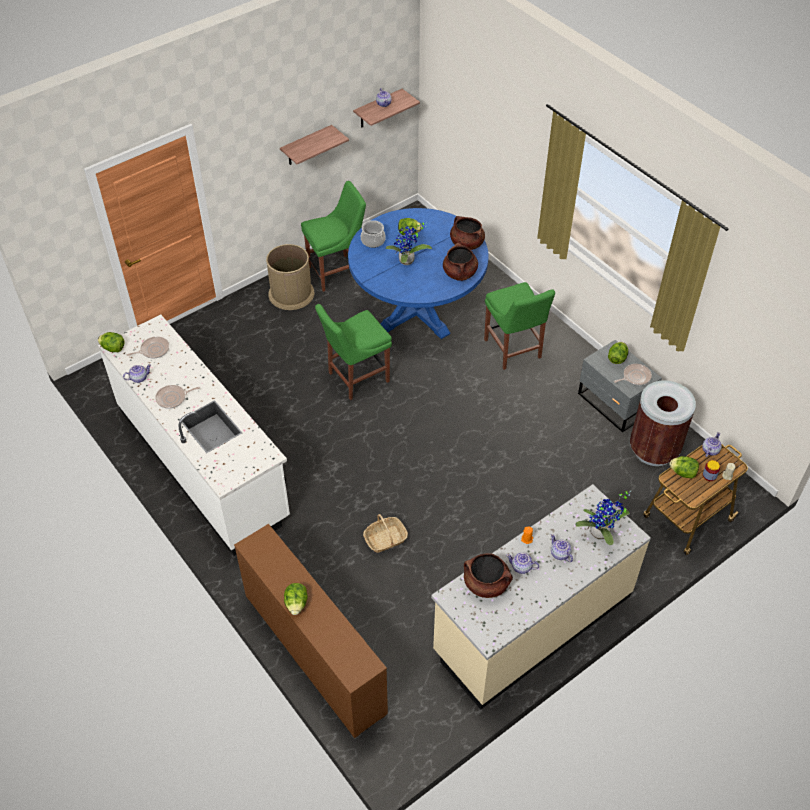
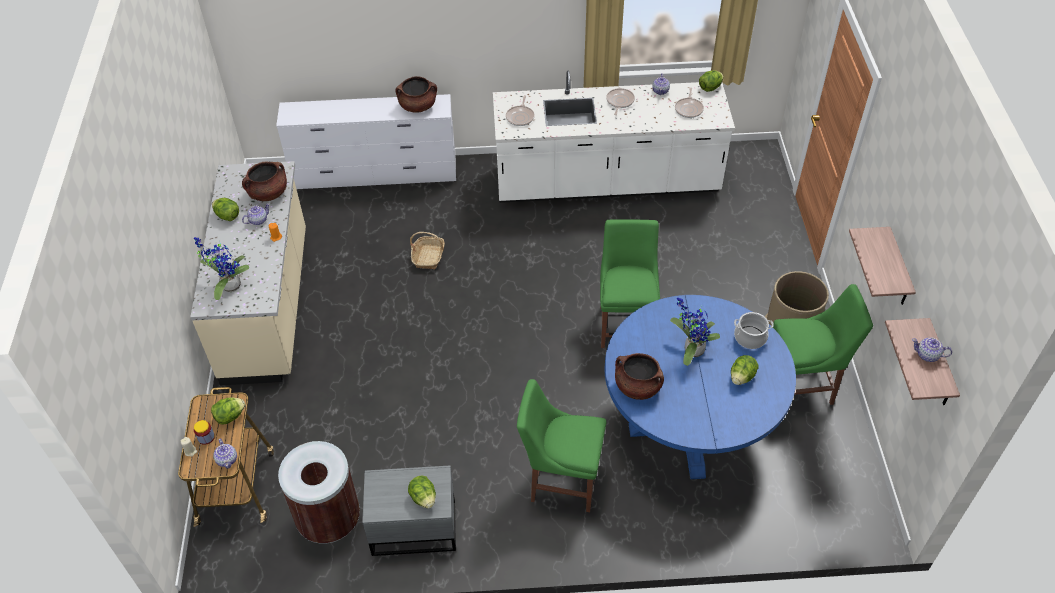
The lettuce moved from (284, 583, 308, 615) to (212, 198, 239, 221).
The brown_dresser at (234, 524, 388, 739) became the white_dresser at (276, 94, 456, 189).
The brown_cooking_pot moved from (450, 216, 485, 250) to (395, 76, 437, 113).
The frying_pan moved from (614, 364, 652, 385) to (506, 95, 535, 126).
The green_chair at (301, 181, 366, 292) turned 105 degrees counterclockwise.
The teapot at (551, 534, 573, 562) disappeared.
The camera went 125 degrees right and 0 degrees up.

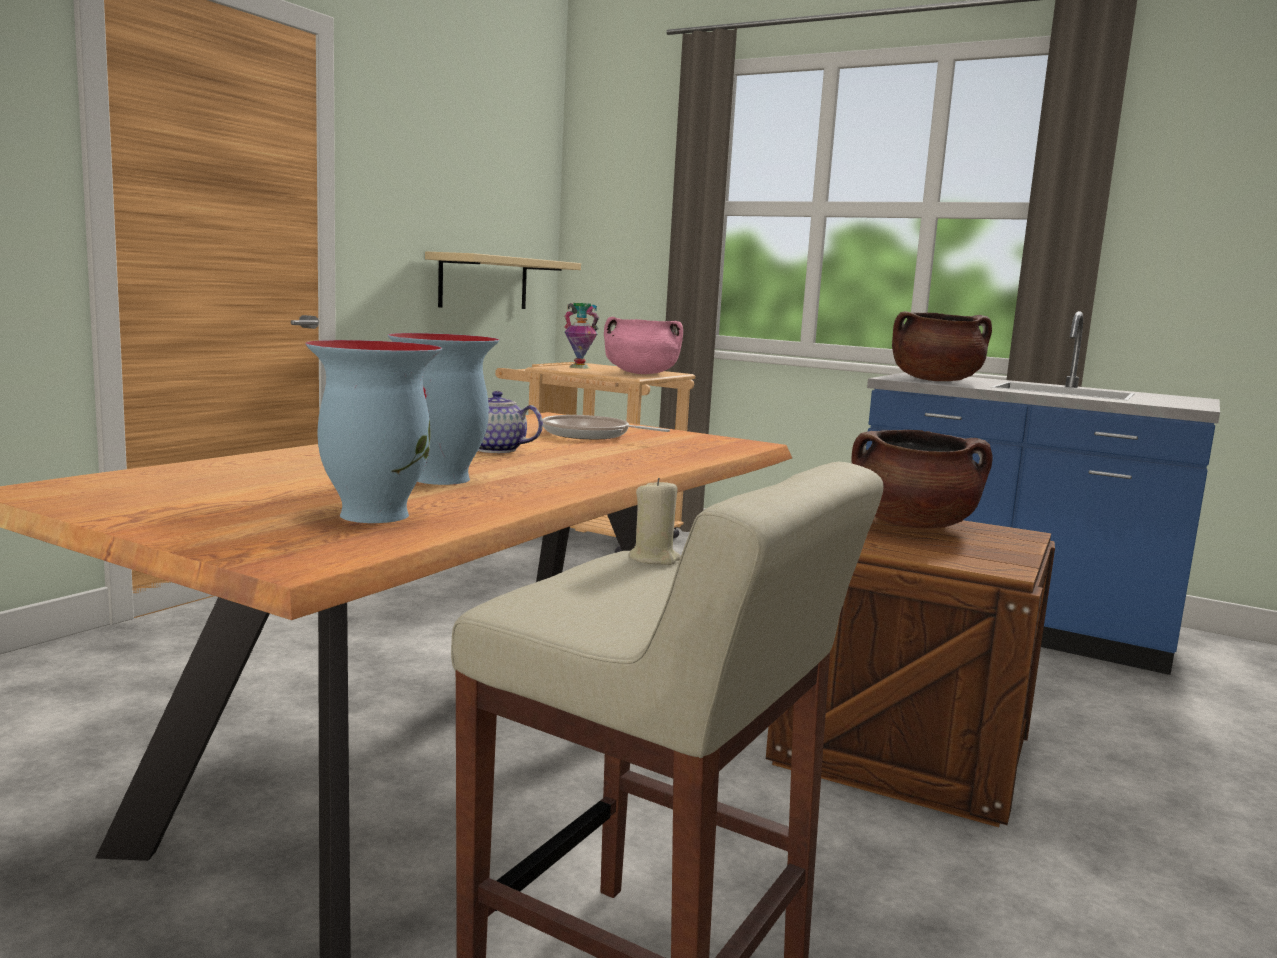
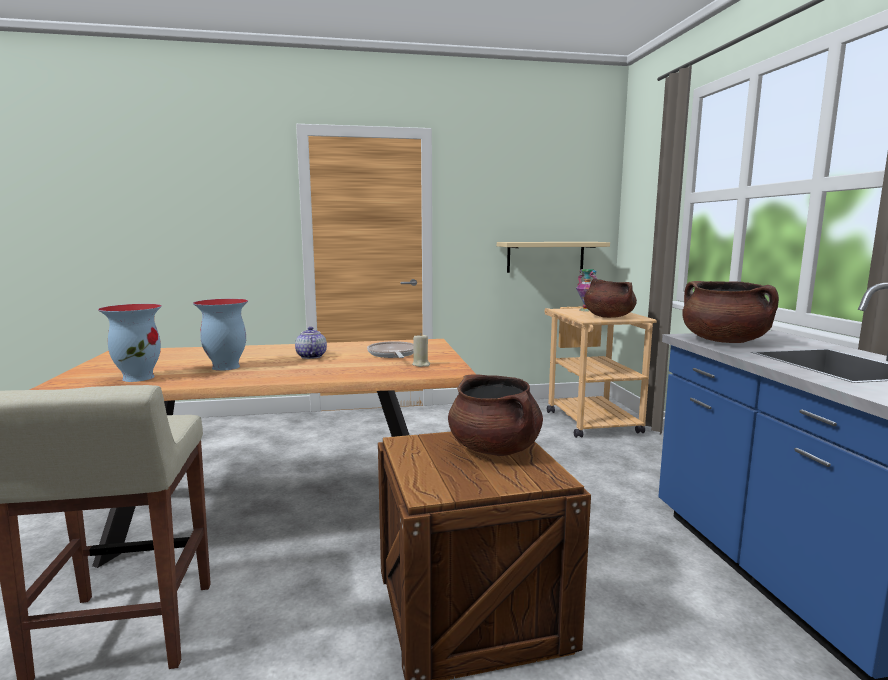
The beige_candle moved from (628, 478, 681, 565) to (412, 335, 430, 367).
The pink_cooking_pot at (604, 317, 683, 374) became the brown_cooking_pot at (584, 279, 637, 318).
The camera went 50 degrees right and 0 degrees up.

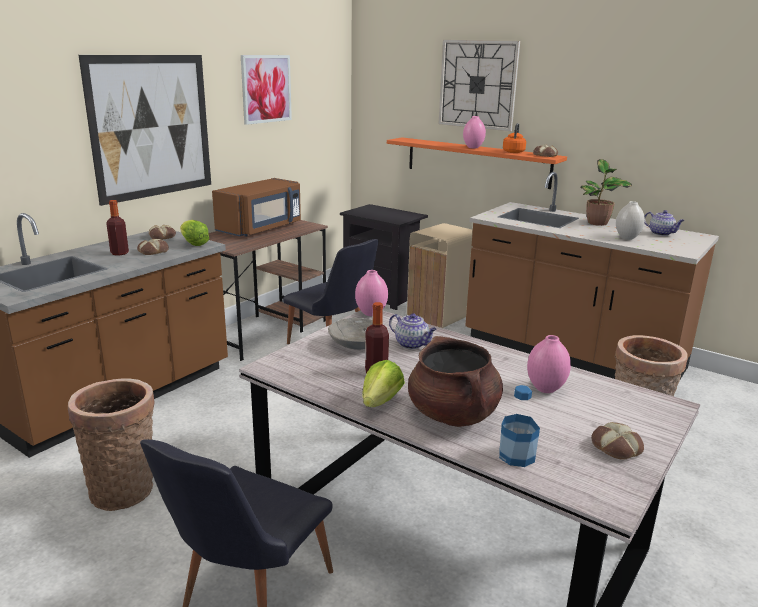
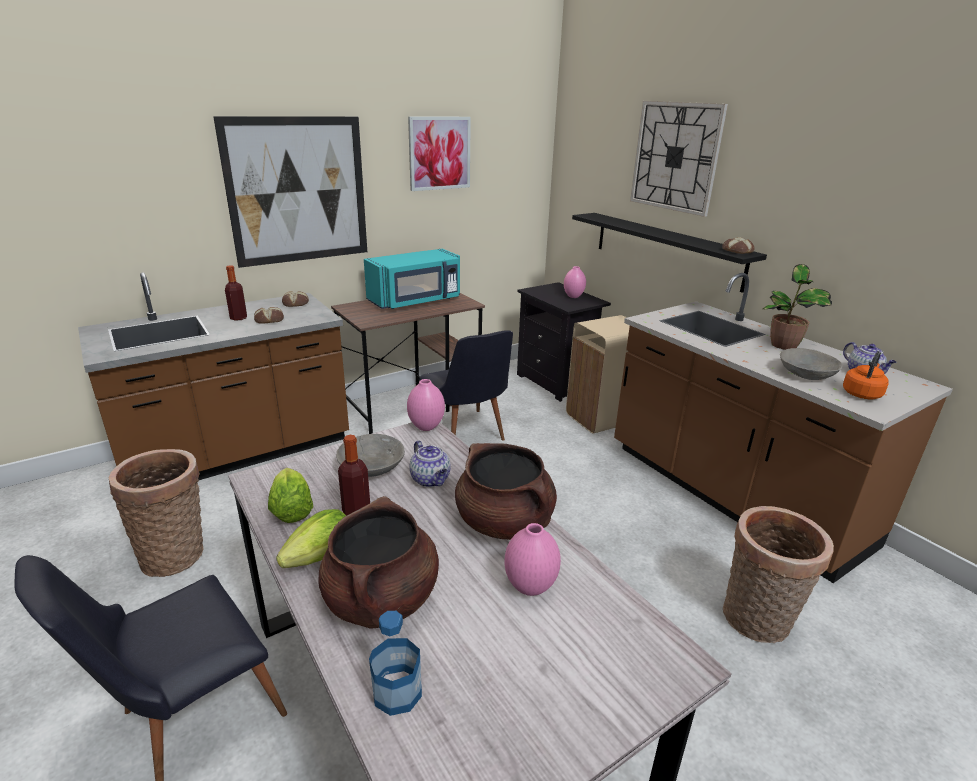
The lettuce moved from (180, 220, 209, 246) to (268, 468, 313, 523).
The brown_microwave at (212, 178, 301, 237) became the turquoise_microwave at (364, 249, 460, 309).
The brown_cooking_pot at (455, 443, 557, 540) appeared.
The pink_vase moved from (463, 116, 486, 148) to (564, 266, 586, 298).
The orange_shelf at (387, 137, 567, 189) became the black_shelf at (572, 213, 767, 293).
The white_vase at (616, 201, 645, 240) was replaced by the grey_bowl at (780, 348, 843, 380).
The orange_kettle moved from (503, 123, 526, 153) to (843, 351, 889, 399).
The bread at (591, 422, 644, 460) disappeared.
The camera went 20 degrees right and 5 degrees up.

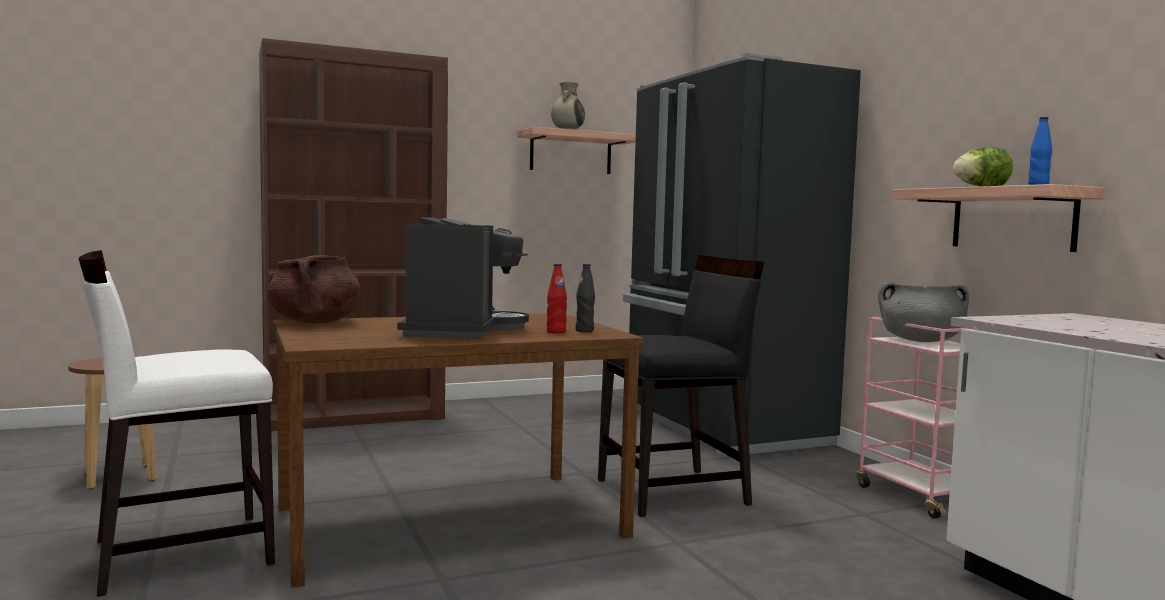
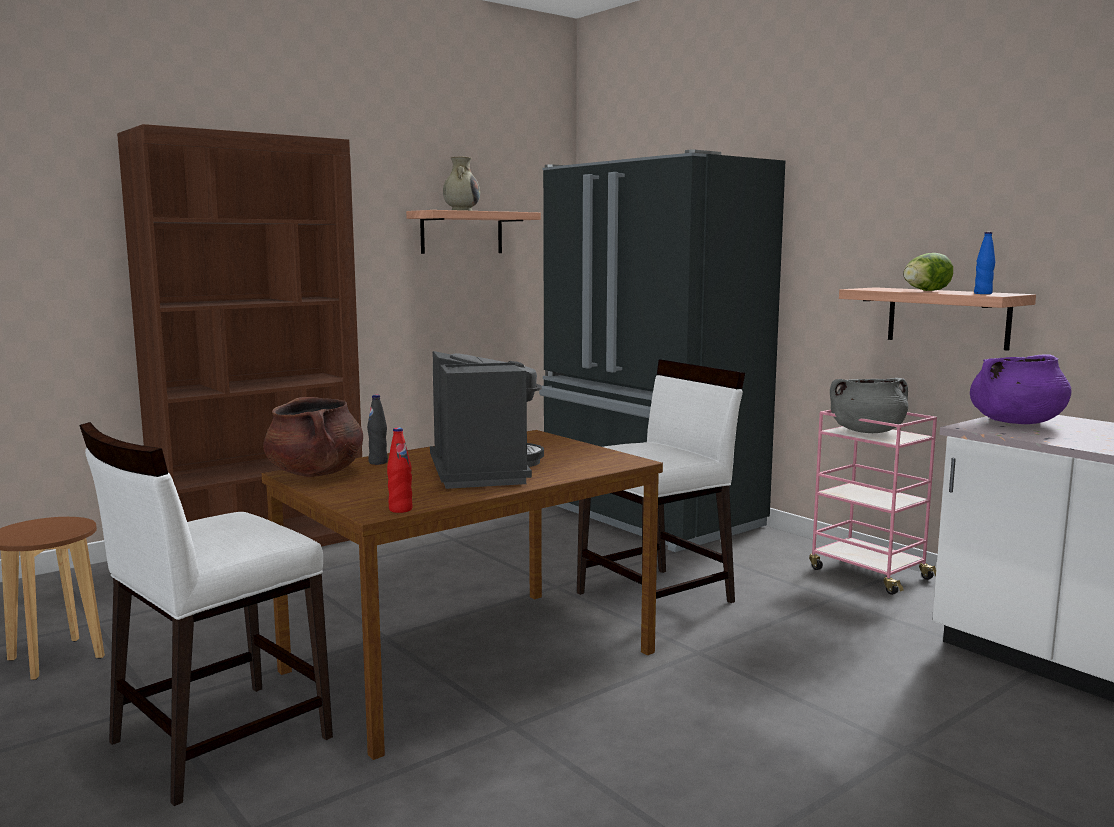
The black_bottle moved from (575, 264, 595, 332) to (367, 395, 388, 465).
The red_bottle moved from (547, 264, 567, 333) to (387, 428, 413, 513).
The black_chair at (598, 255, 764, 517) became the white_chair at (577, 359, 745, 603).
The purple_cooking_pot at (970, 354, 1072, 424) appeared.
The camera went 15 degrees left and 5 degrees up.

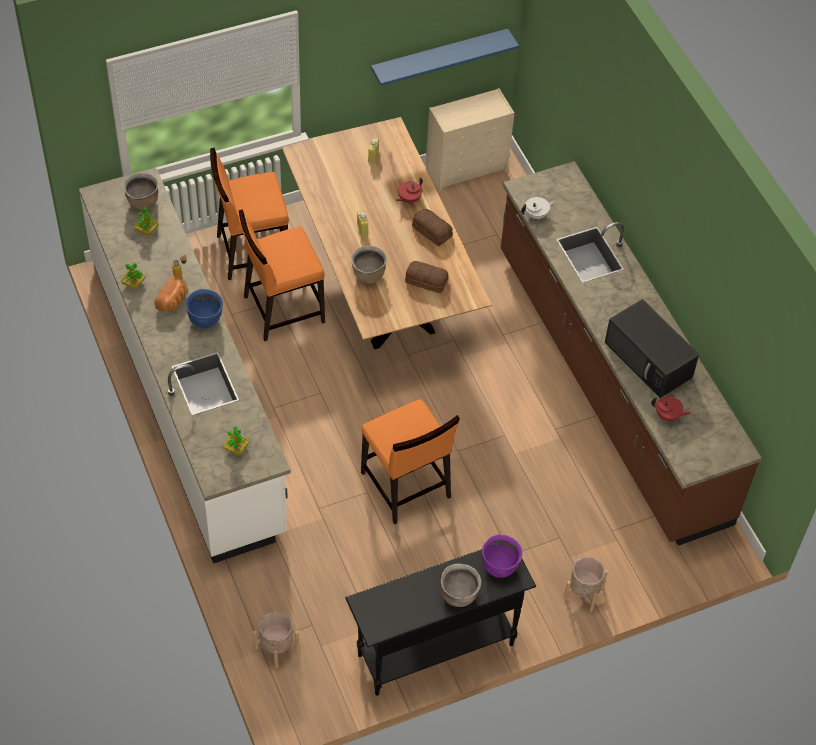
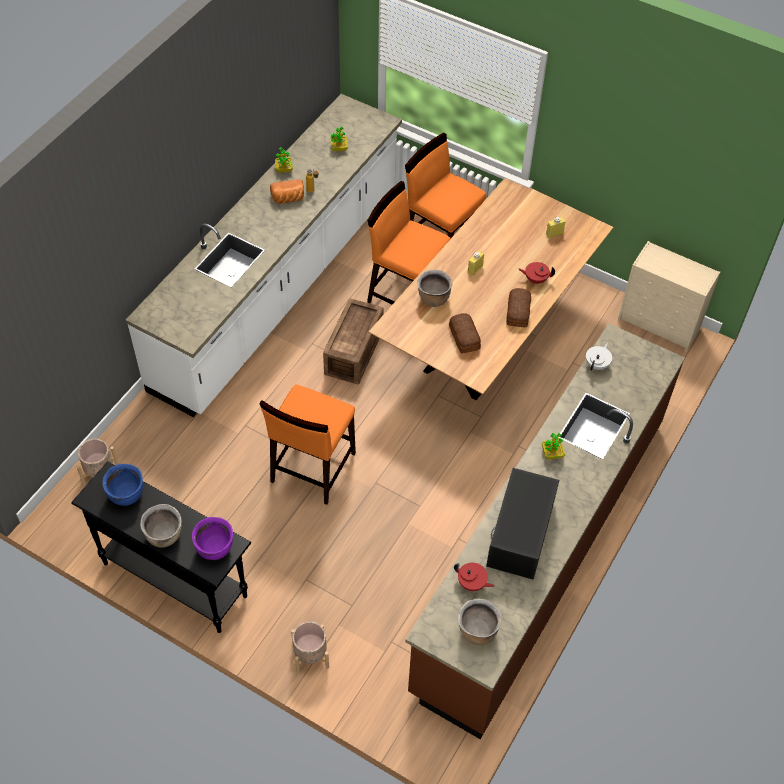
The blue_cooking_pot moved from (185, 289, 223, 328) to (102, 464, 143, 506).
The crate at (323, 298, 384, 385) appeared.
The red_teapot at (651, 396, 691, 421) turned 45 degrees counterclockwise.
The brown_cooking_pot moved from (123, 173, 158, 210) to (458, 599, 501, 645).
The potted_plant moved from (223, 426, 249, 456) to (542, 433, 565, 460).
The white_teapot at (521, 197, 555, 220) turned 90 degrees counterclockwise.
The blue_shelf at (371, 29, 519, 86) disappeared.
The camera went 55 degrees right and 0 degrees up.

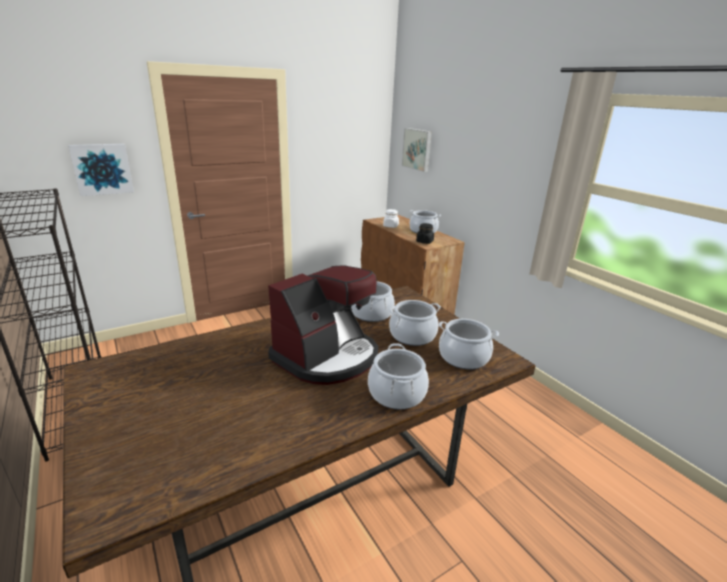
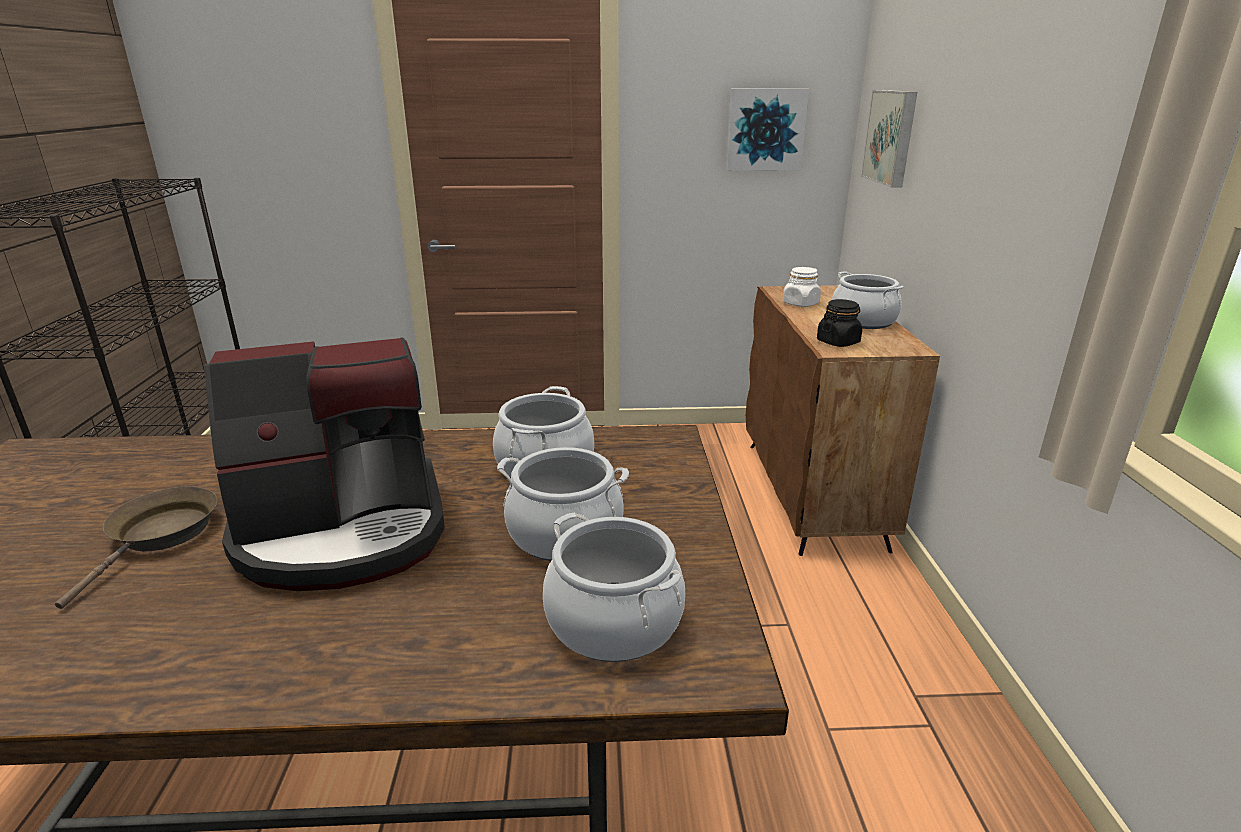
The brown_frying_pan at (55, 487, 217, 609) appeared.
The picture moved from (68, 144, 134, 196) to (726, 89, 809, 171).
The cooking_pot at (368, 343, 429, 410) disappeared.
The camera went 30 degrees right and 0 degrees up.

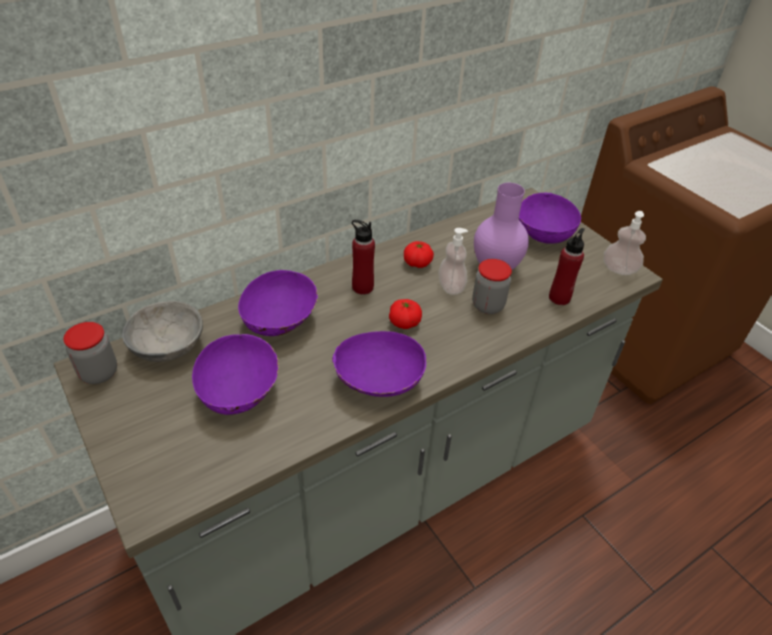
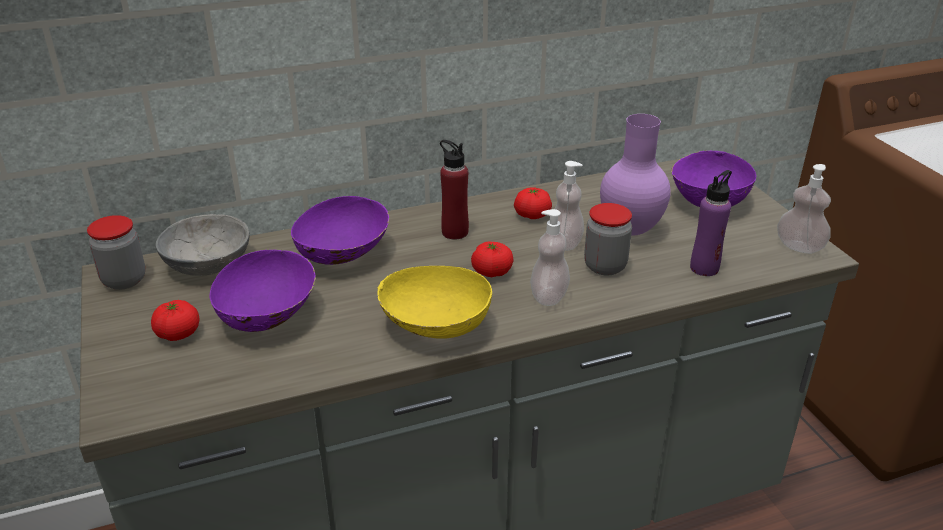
The tomato at (151, 300, 199, 341) appeared.
The purple_bowl at (332, 331, 427, 397) became the yellow_bowl at (377, 266, 492, 339).
The soap_dispenser at (530, 209, 570, 306) appeared.
The red_bottle at (549, 228, 585, 305) became the purple_bottle at (690, 170, 732, 276).
The camera went 15 degrees right and 10 degrees down.

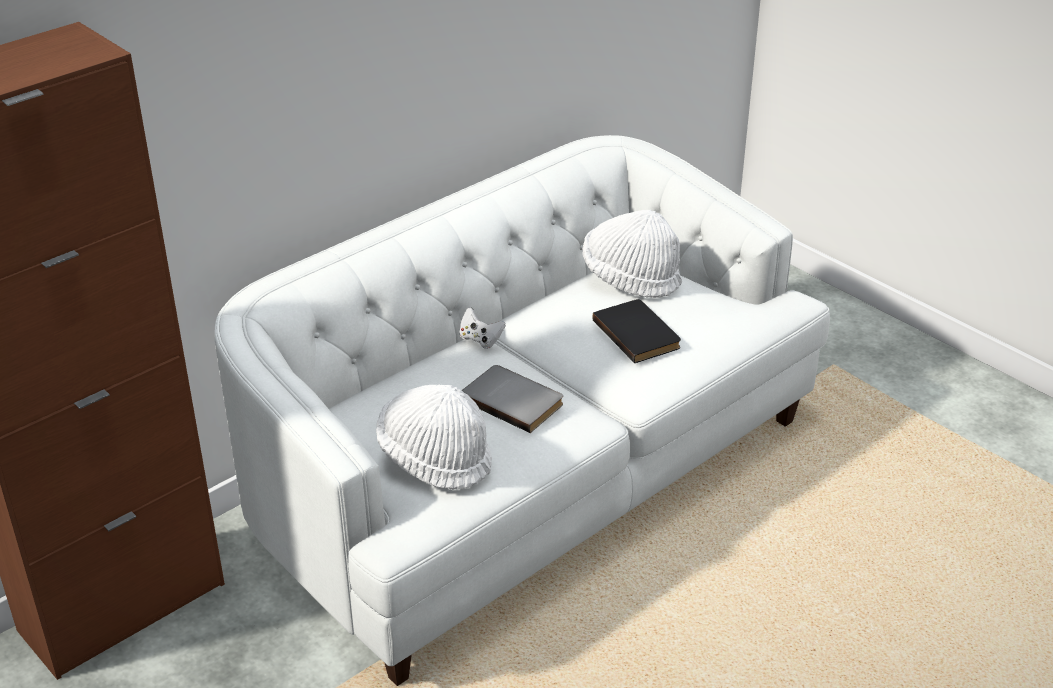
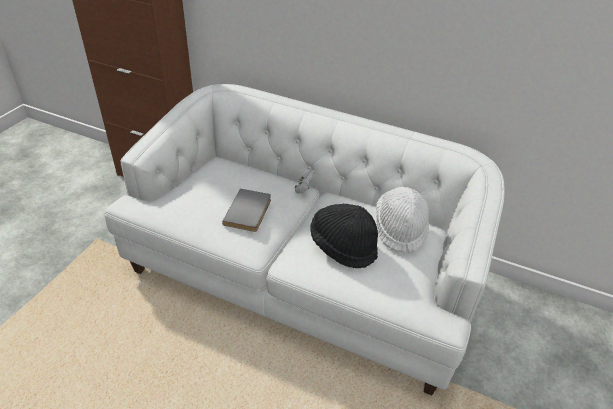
The black_book at (592, 299, 681, 363) was replaced by the black_hat at (310, 204, 378, 268).
The white_hat at (376, 384, 492, 490) disappeared.
The camera went 65 degrees right and 5 degrees up.

